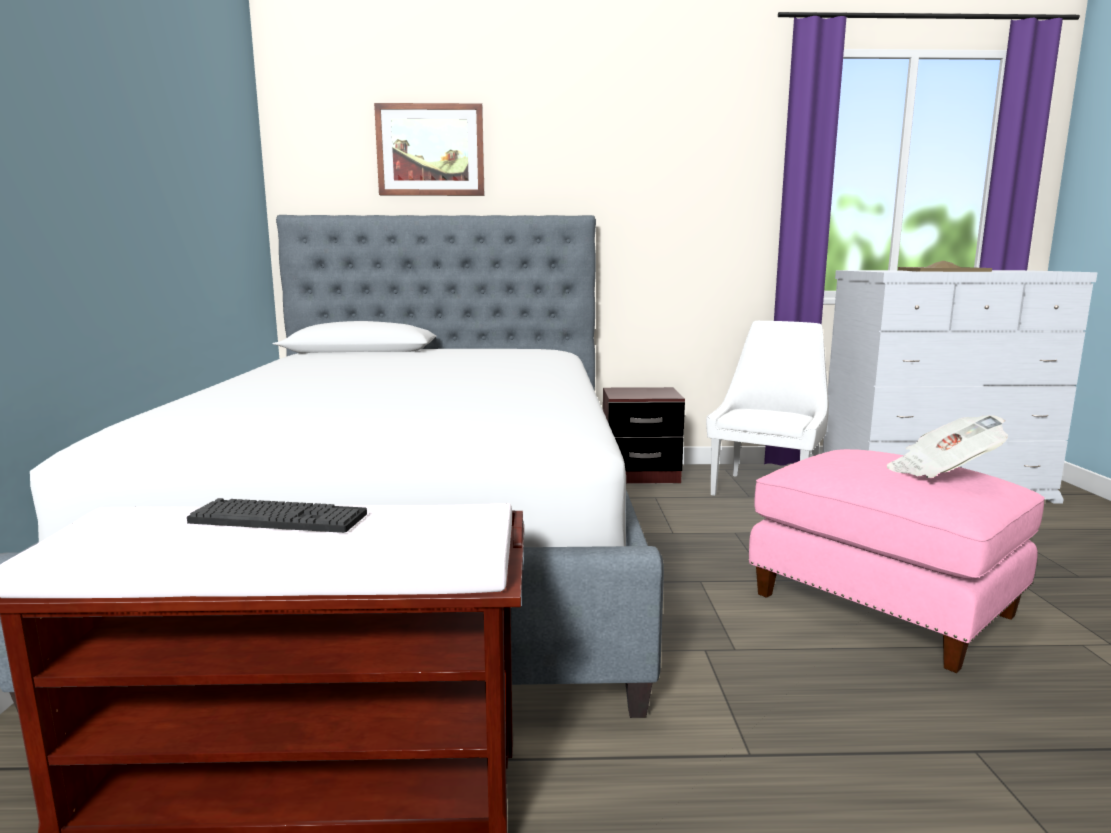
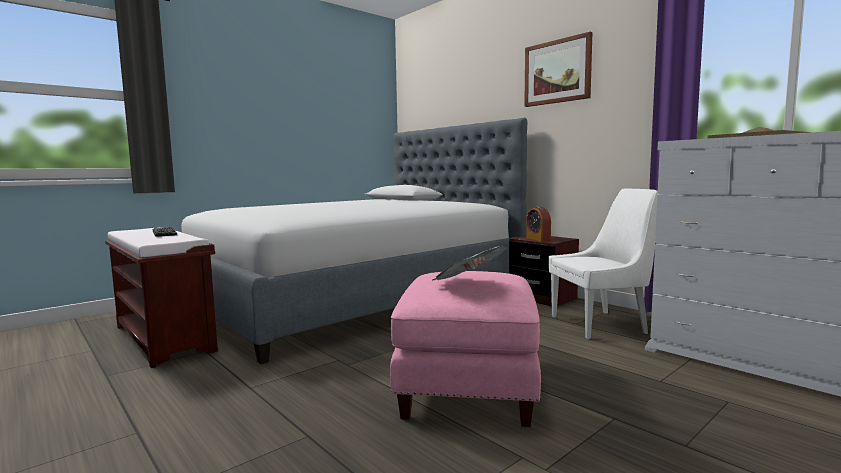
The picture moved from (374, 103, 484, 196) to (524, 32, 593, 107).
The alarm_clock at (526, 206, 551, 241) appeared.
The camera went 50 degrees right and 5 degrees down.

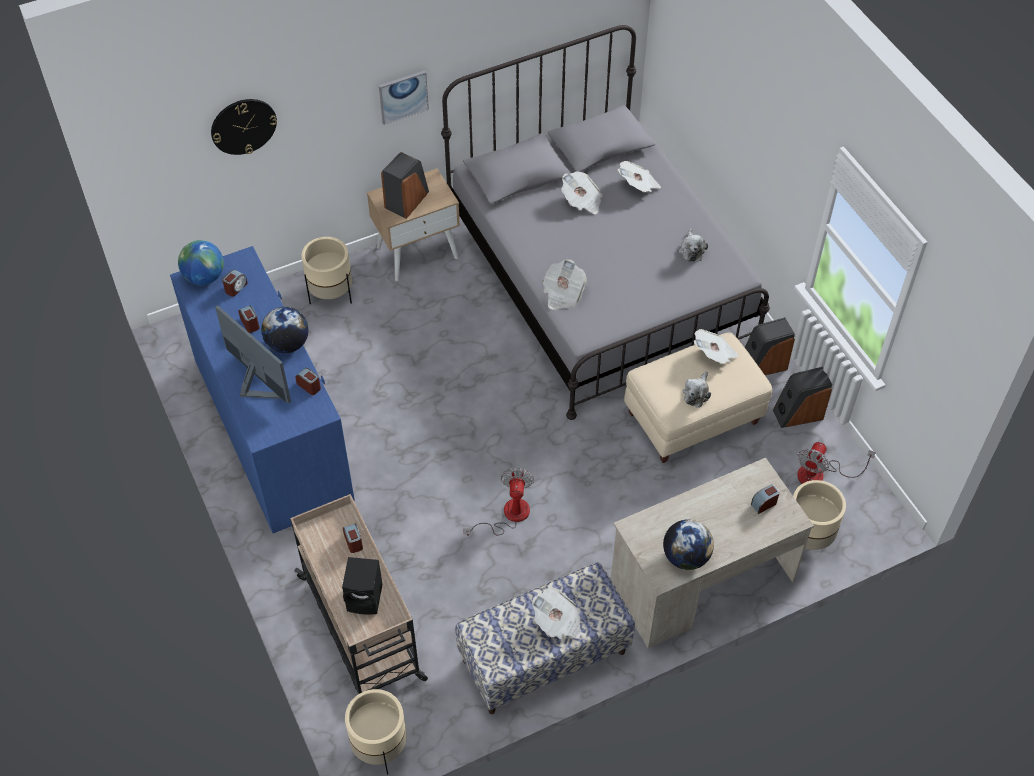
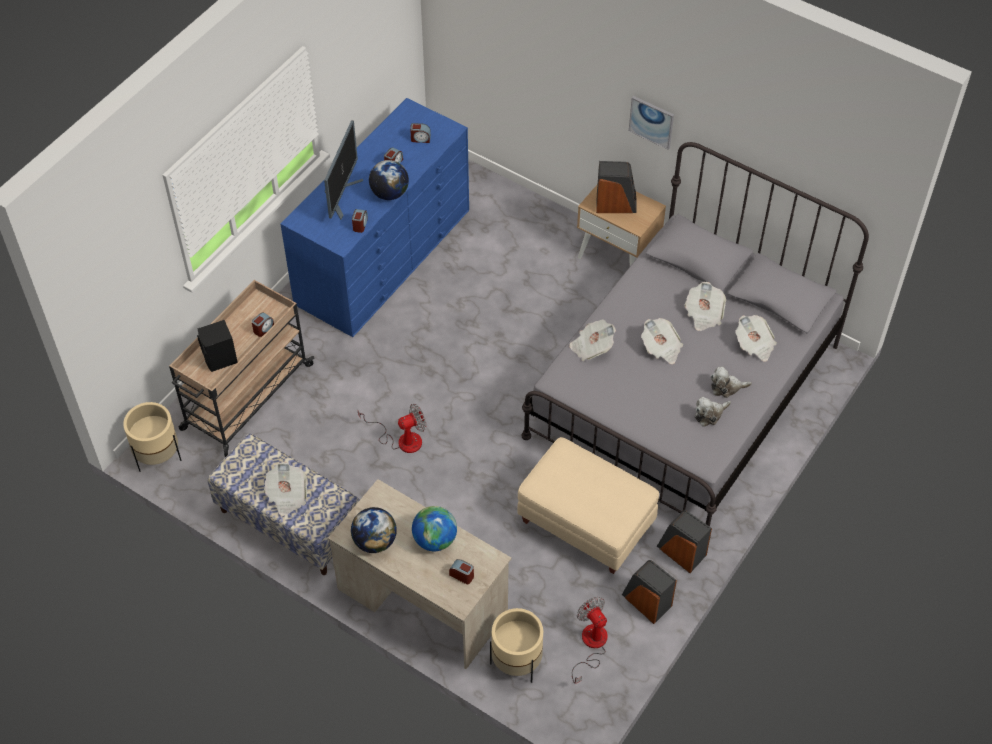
The globe moved from (178, 240, 224, 285) to (412, 506, 457, 551).
The fan at (797, 442, 876, 484) turned 60 degrees clockwise.
The newspaper moved from (693, 329, 739, 364) to (641, 318, 683, 364).
The plush_toy moved from (683, 372, 711, 408) to (711, 367, 752, 398).
The wall_clock at (211, 99, 277, 155) disappeared.
The beige_planter at (301, 237, 352, 304) disappeared.
The camera went 60 degrees right and 0 degrees up.

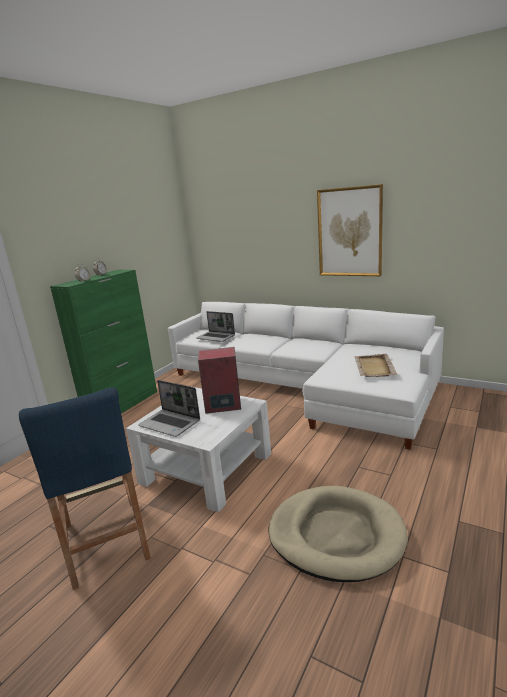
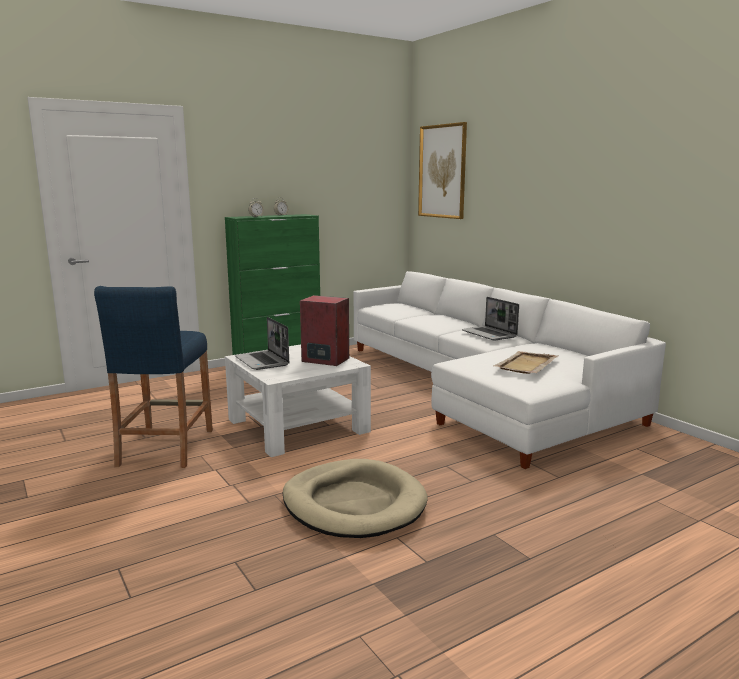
The picture moved from (317, 184, 383, 276) to (418, 122, 467, 219).
The laptop moved from (196, 311, 235, 342) to (462, 297, 519, 341).
The camera went 25 degrees right and 5 degrees down.

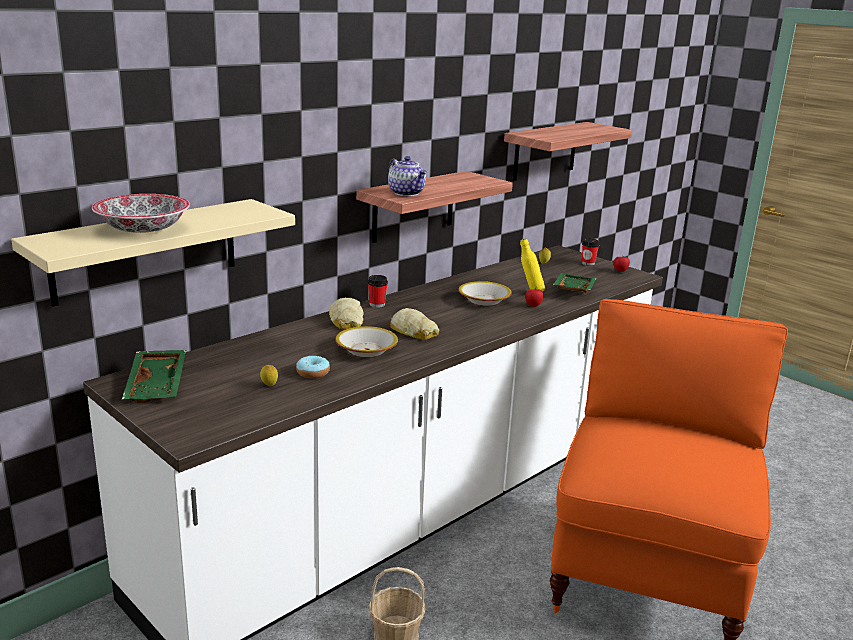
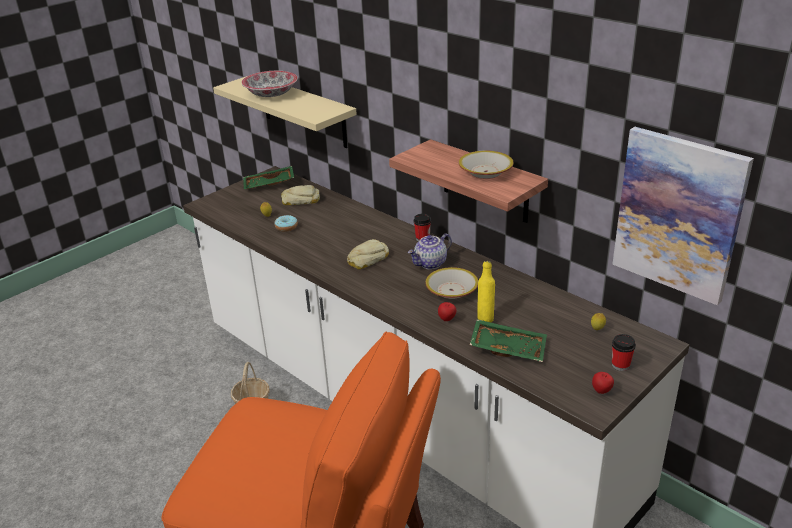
The bread moved from (329, 298, 364, 329) to (281, 185, 320, 205).
The teapot moved from (388, 156, 427, 196) to (408, 233, 452, 269).
The bowl moved from (335, 326, 398, 358) to (459, 151, 514, 179).
The shelf at (504, 122, 632, 181) was replaced by the picture at (612, 127, 754, 305).
The camera went 90 degrees right and 10 degrees up.

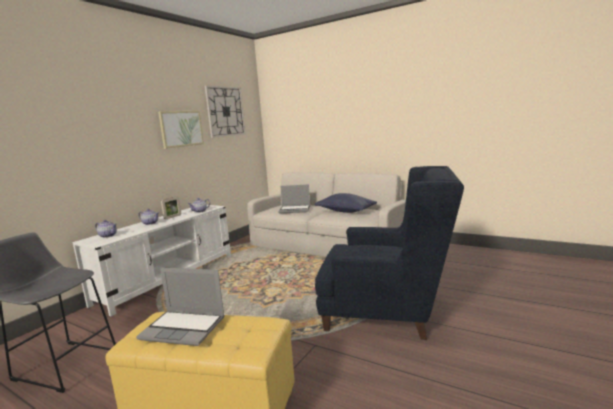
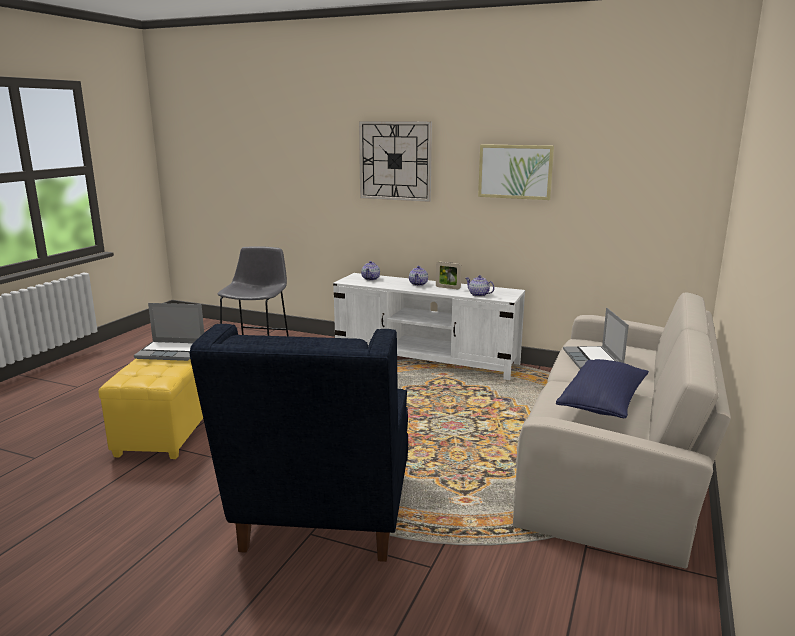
The laptop at (136, 268, 225, 346) turned 90 degrees counterclockwise.
The wall_clock moved from (205, 85, 246, 138) to (359, 121, 432, 202).
The camera went 80 degrees right and 5 degrees up.

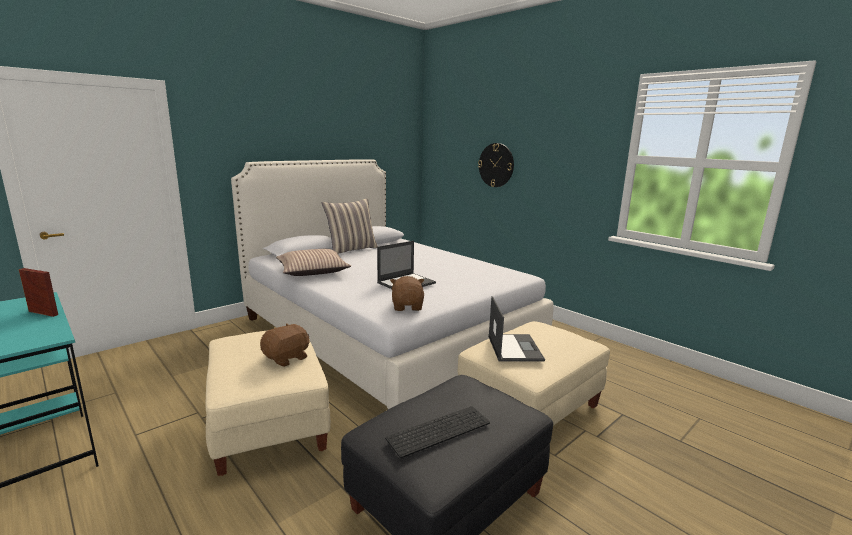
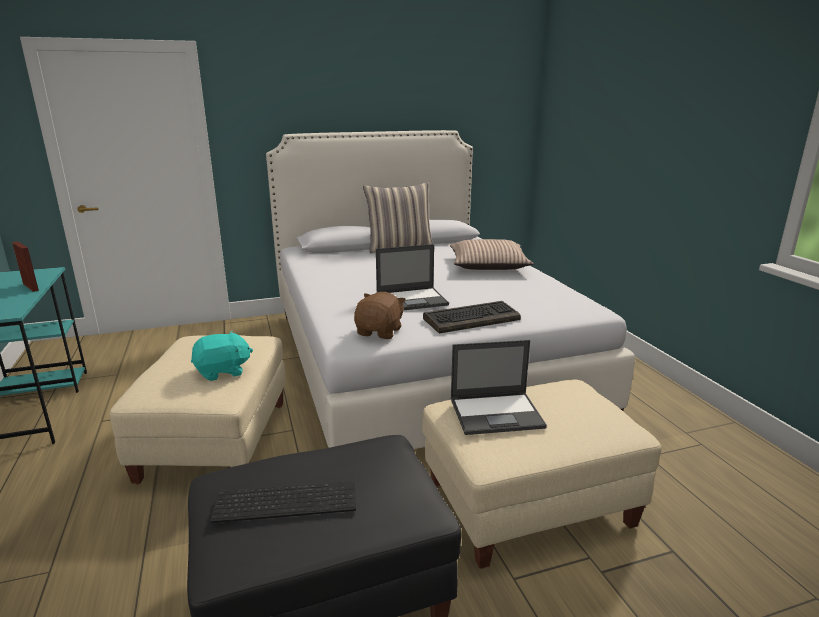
The brown_plush_toy at (260, 323, 309, 367) became the turquoise_plush_toy at (191, 331, 253, 381).
The keyboard at (423, 301, 521, 334) appeared.
The pillow moved from (276, 249, 351, 276) to (450, 239, 534, 270).
The laptop at (488, 296, 545, 362) turned 60 degrees clockwise.
The wall_clock at (478, 143, 514, 187) disappeared.
The camera went 25 degrees right and 5 degrees up.

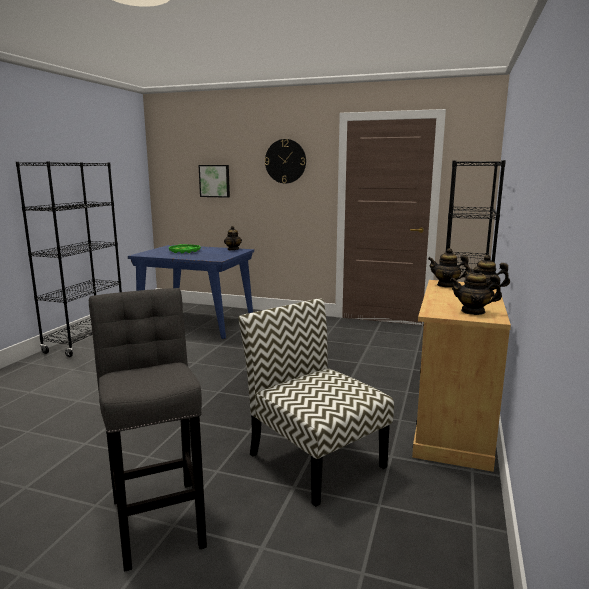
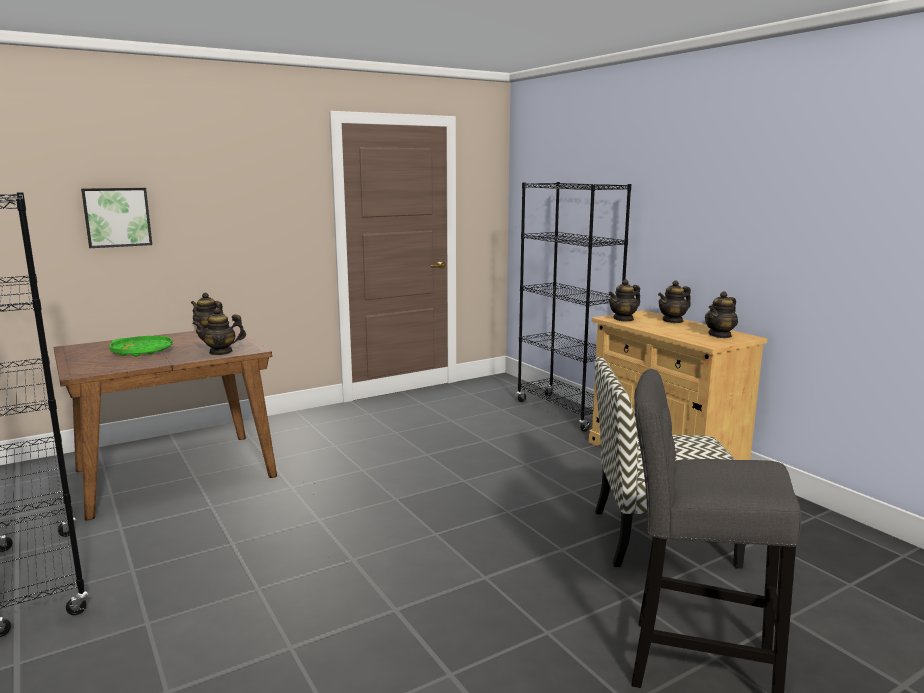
The blue_dining_table at (128, 245, 254, 339) became the brown_dining_table at (53, 326, 277, 521).
The teapot at (192, 308, 246, 355) appeared.
The wall_clock at (265, 139, 306, 184) disappeared.
The camera went 50 degrees left and 0 degrees up.

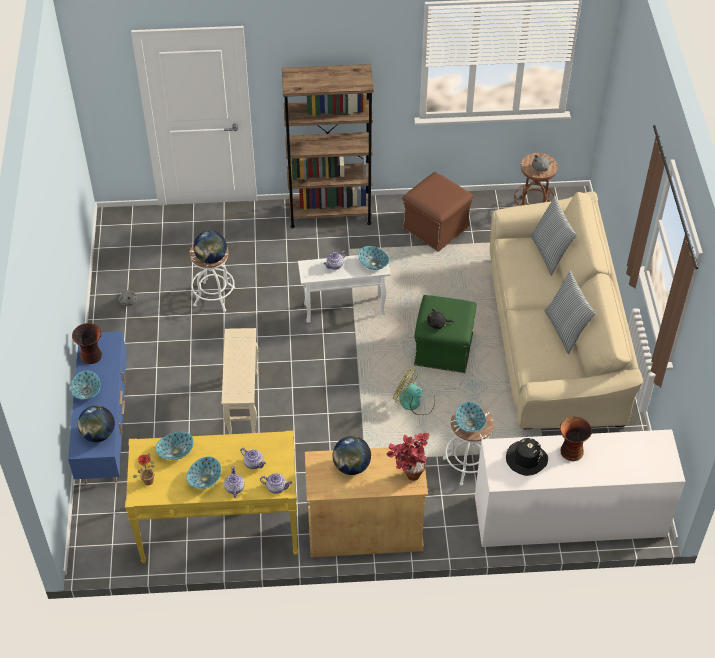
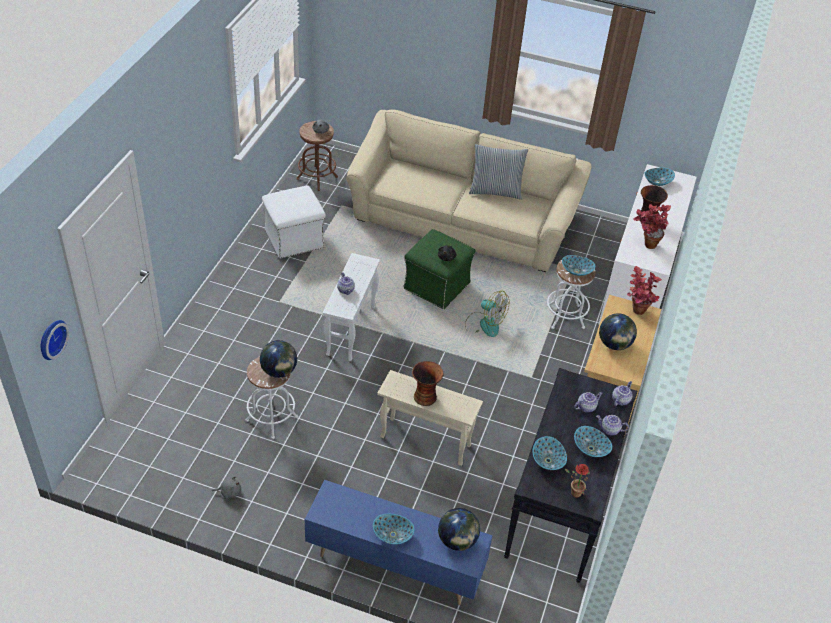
The wall_clock at (41, 320, 69, 360) appeared.
The brown_ottoman at (402, 172, 473, 252) became the white_ottoman at (262, 185, 326, 259).
The vase moved from (72, 323, 102, 364) to (412, 361, 444, 406).
The fan at (393, 369, 435, 415) turned 105 degrees counterclockwise.
The yellow_console_table at (125, 431, 298, 563) became the black_console_table at (504, 368, 637, 583).
The black_hat at (506, 437, 548, 476) was replaced by the potted_plant at (633, 204, 671, 249).
The bowl moved from (358, 246, 389, 270) to (644, 168, 675, 186).
The brown_bookcase at (282, 64, 374, 228) disappeared.
The pillow at (530, 196, 577, 276) disappeared.
The camera went 70 degrees left and 5 degrees down.

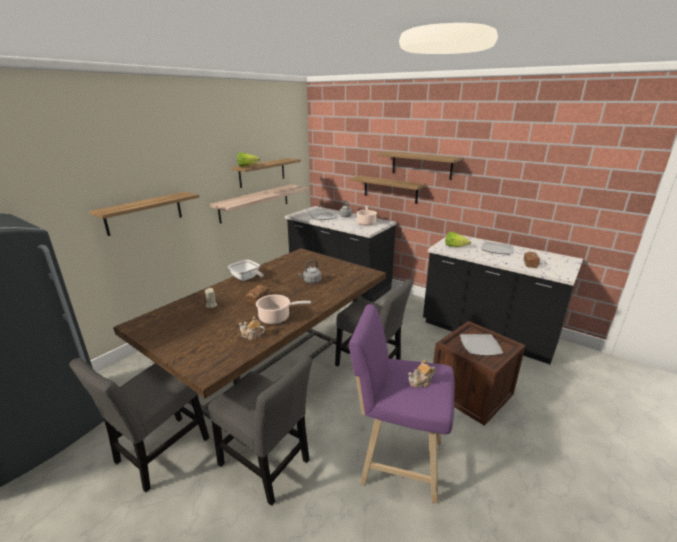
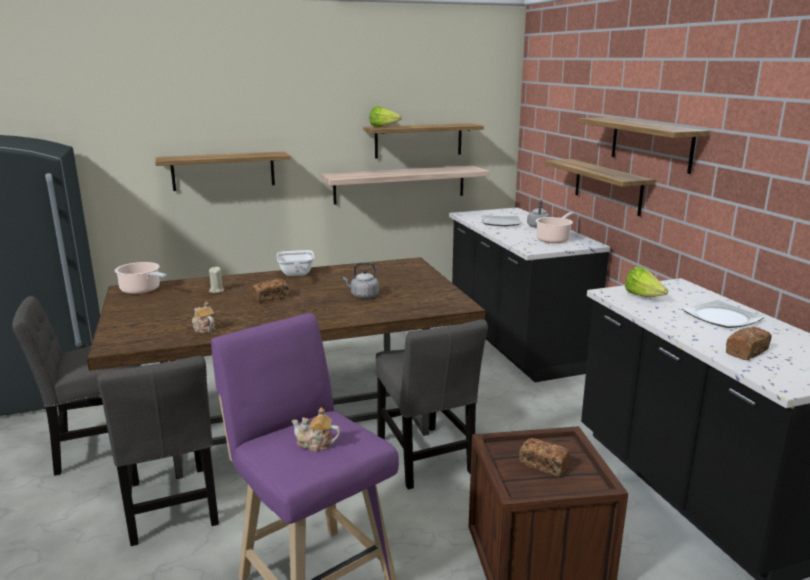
The cooking_pot moved from (256, 295, 311, 324) to (115, 262, 167, 294).
The plate at (460, 334, 503, 356) was replaced by the bread at (519, 438, 570, 477).
The camera went 35 degrees right and 5 degrees down.

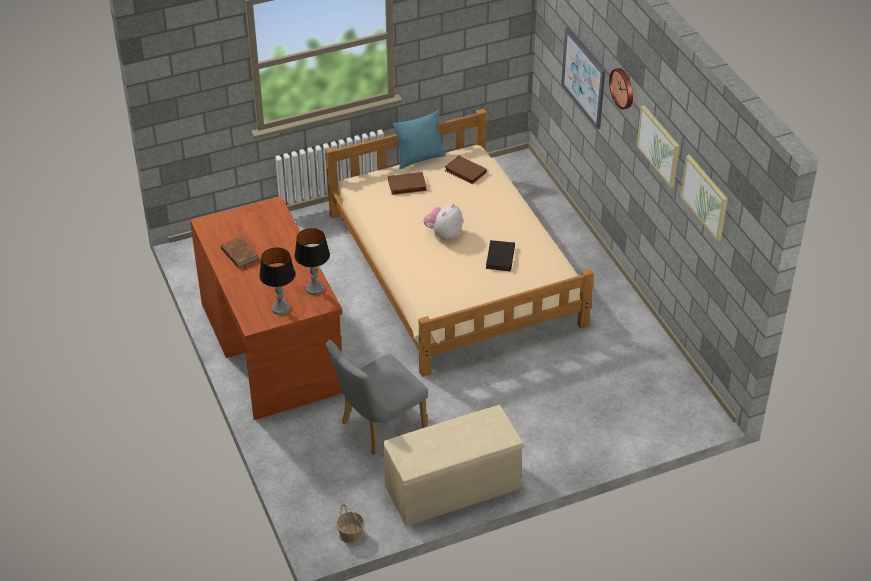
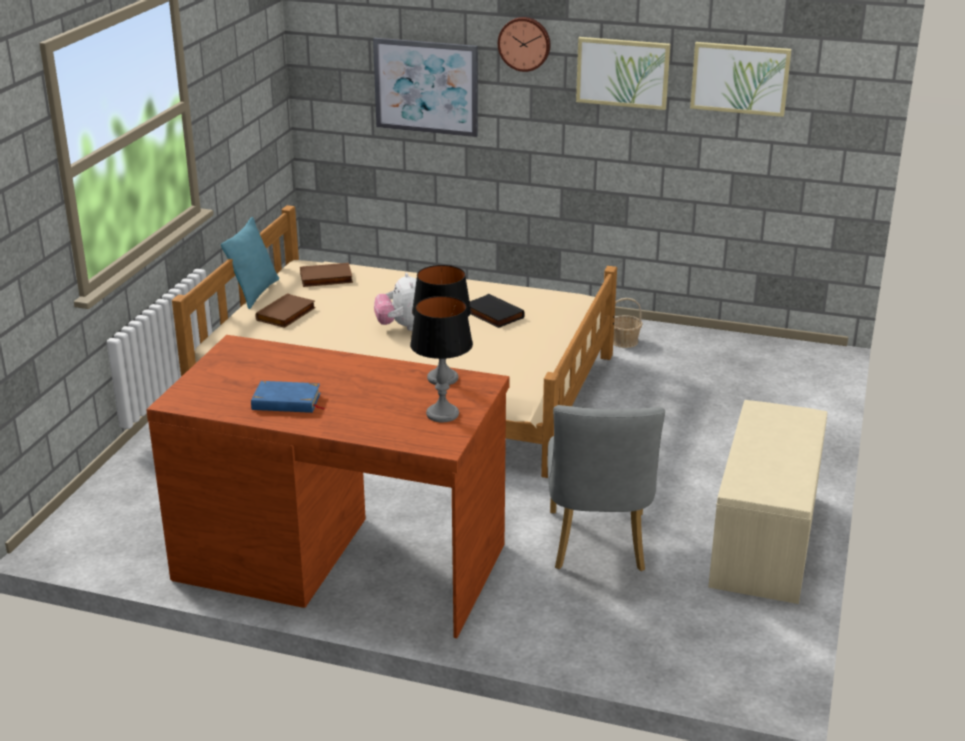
The brown_book at (221, 236, 258, 270) became the blue_book at (251, 381, 325, 413).
The basket moved from (336, 504, 365, 544) to (613, 298, 643, 348).
The camera went 50 degrees left and 15 degrees down.

